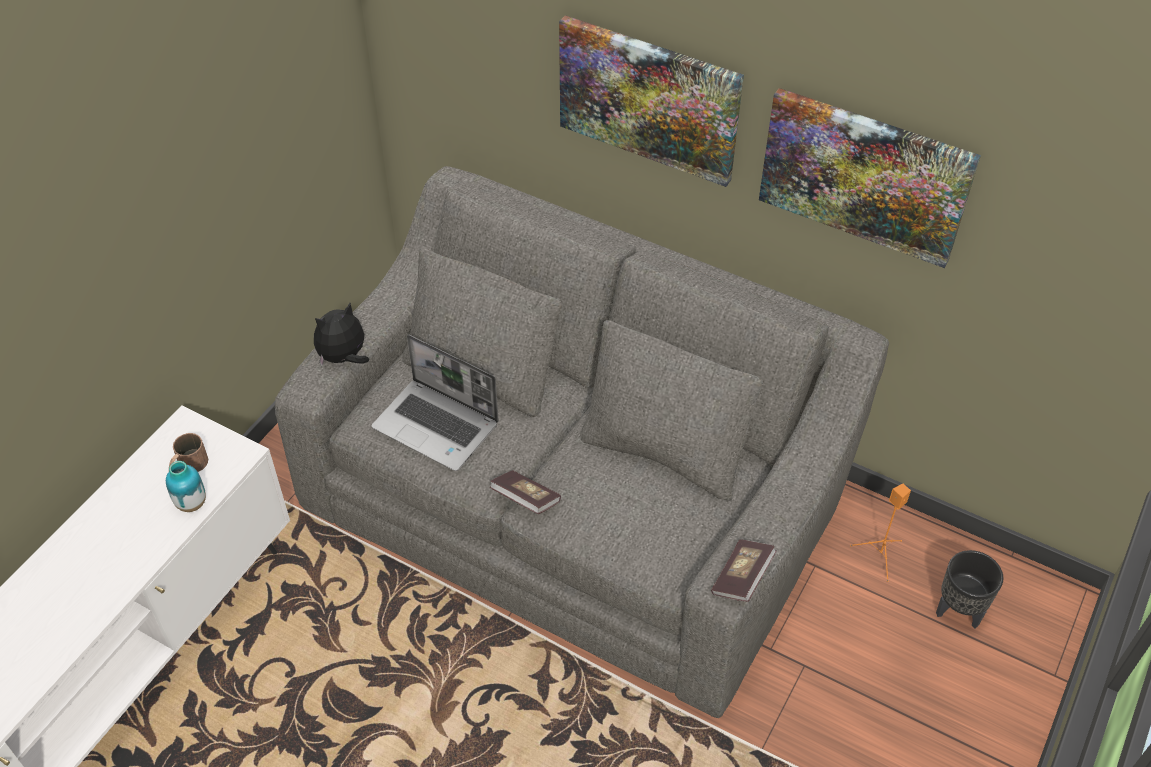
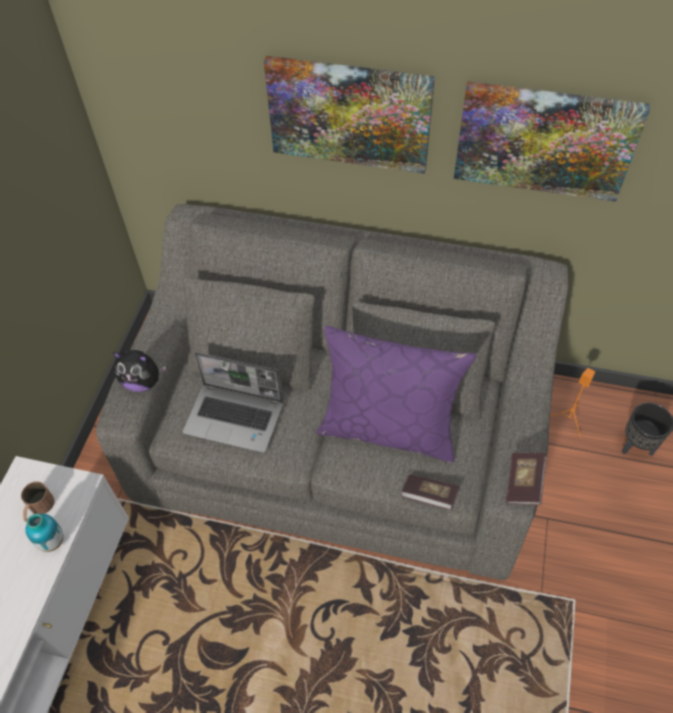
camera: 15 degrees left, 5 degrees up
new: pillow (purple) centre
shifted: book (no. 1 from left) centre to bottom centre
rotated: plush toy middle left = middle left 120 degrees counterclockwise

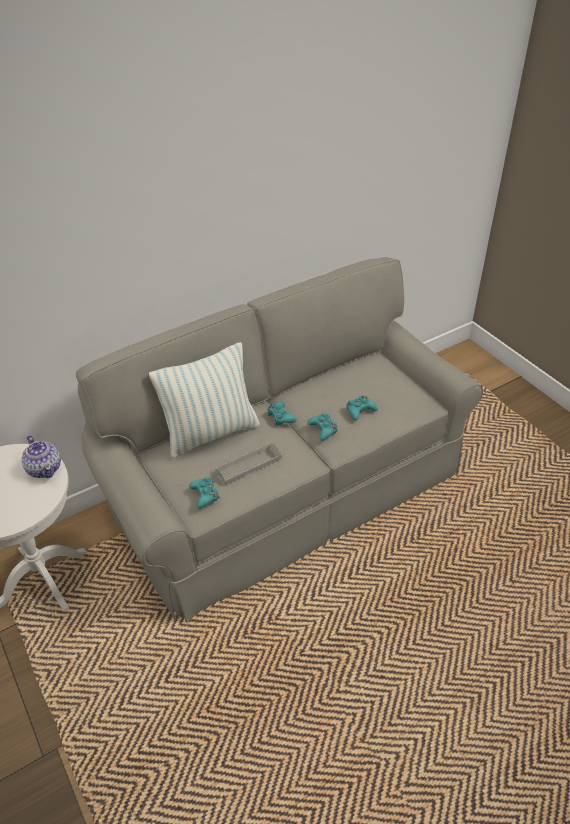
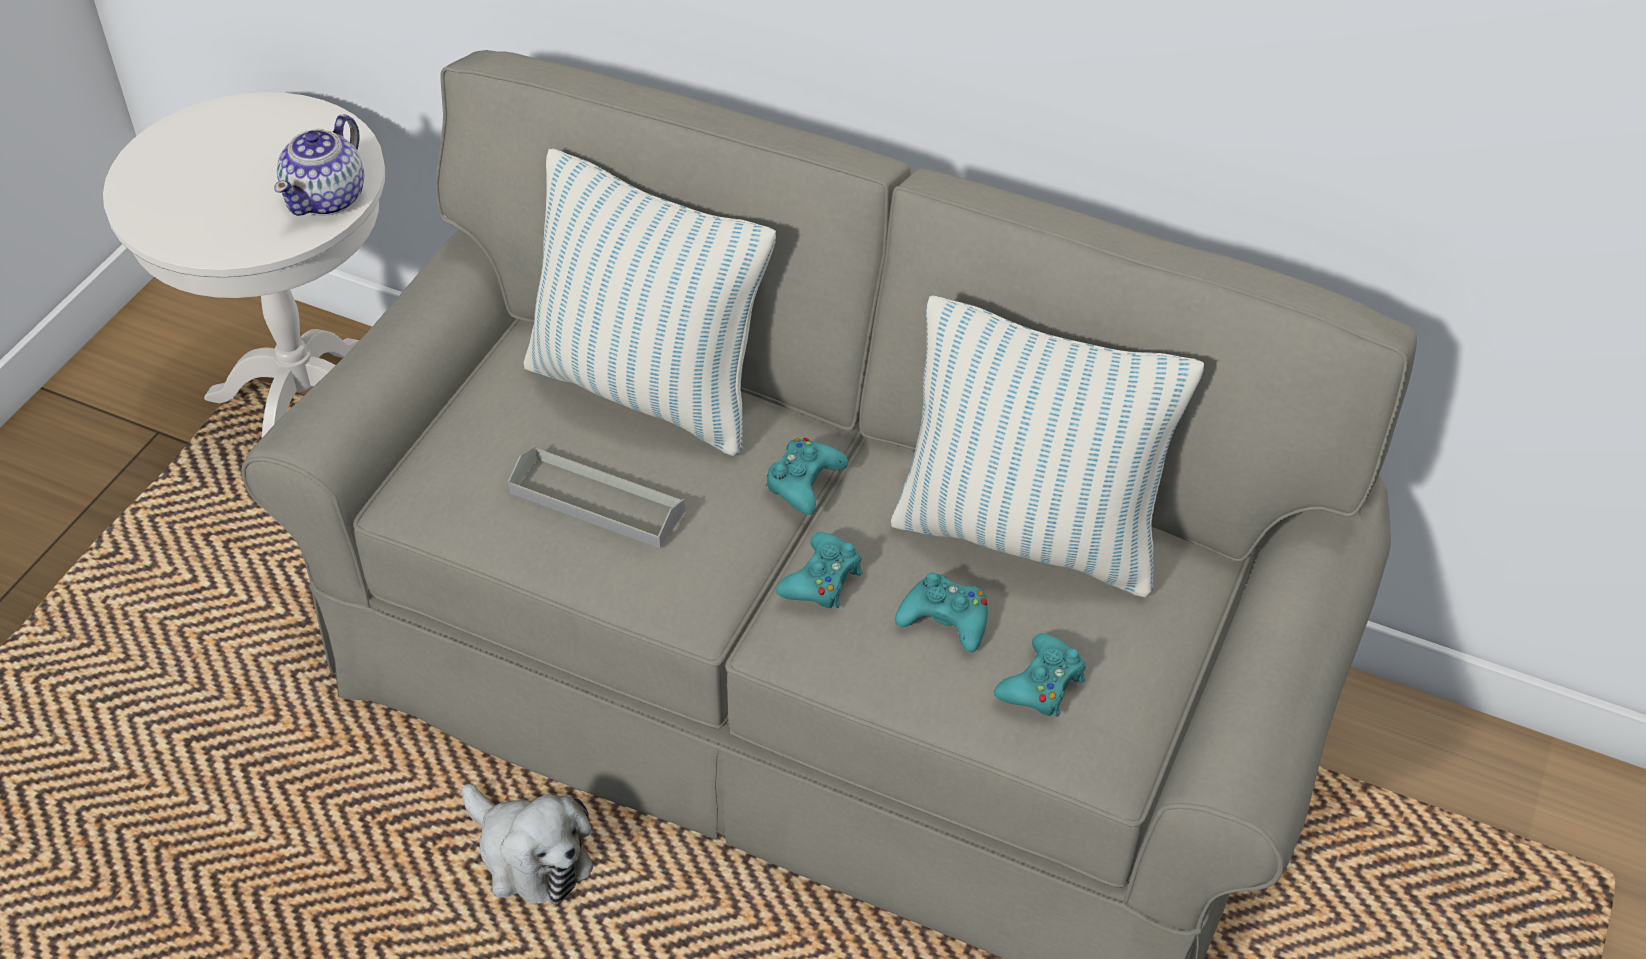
camera: 55 degrees right, 5 degrees up
new: pillow (no. 2 from left) centre; plush toy bottom left
shifted: game controller (turquoise) (no. 1 from left in the first image) centre to game controller (turquoise) (no. 4 from left) bottom centre

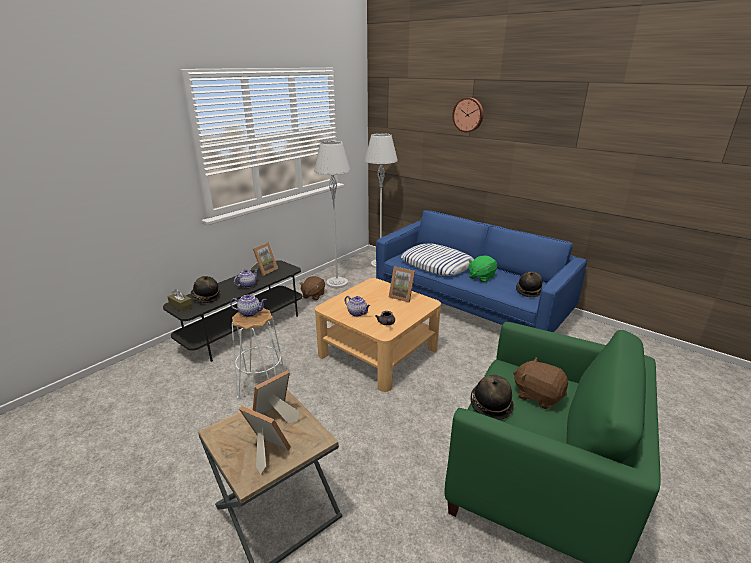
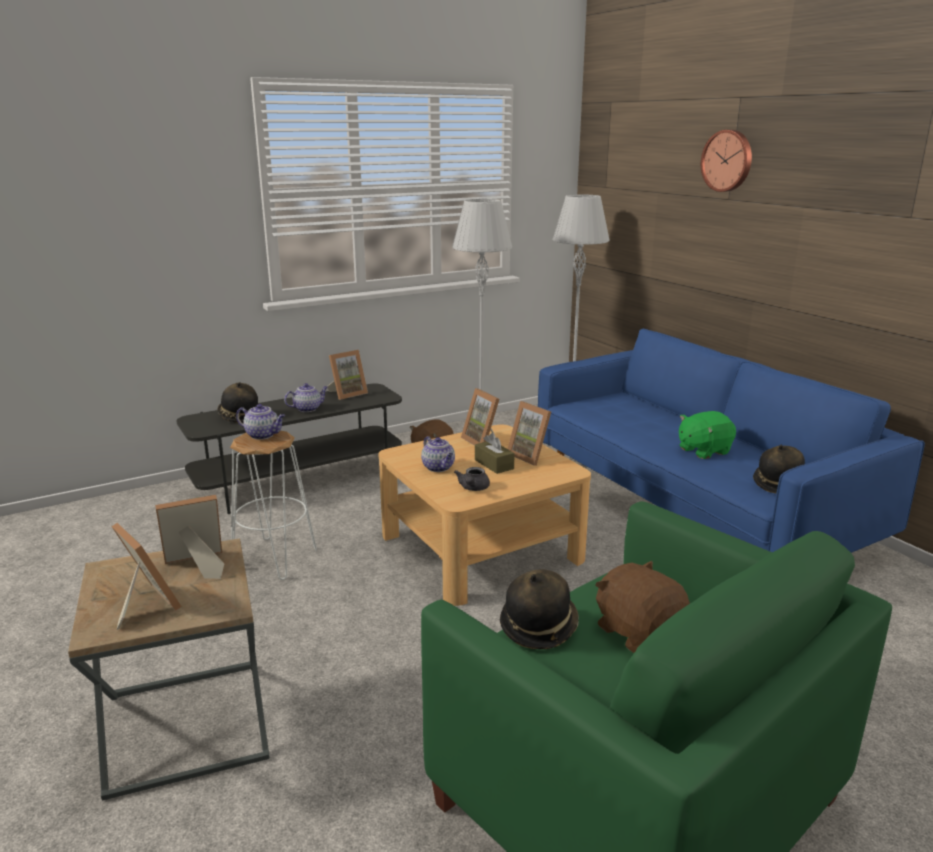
camera: 20 degrees right, 5 degrees down
gone: pillow centre
new: picture frame (no. 4 from left) centre
shifted: tissue box (brown) middle left to centre

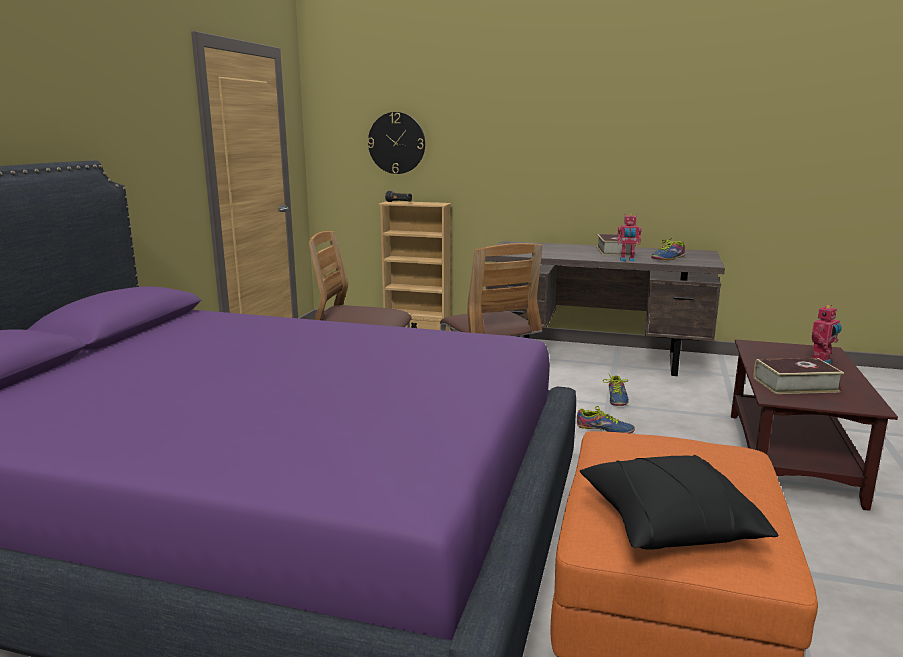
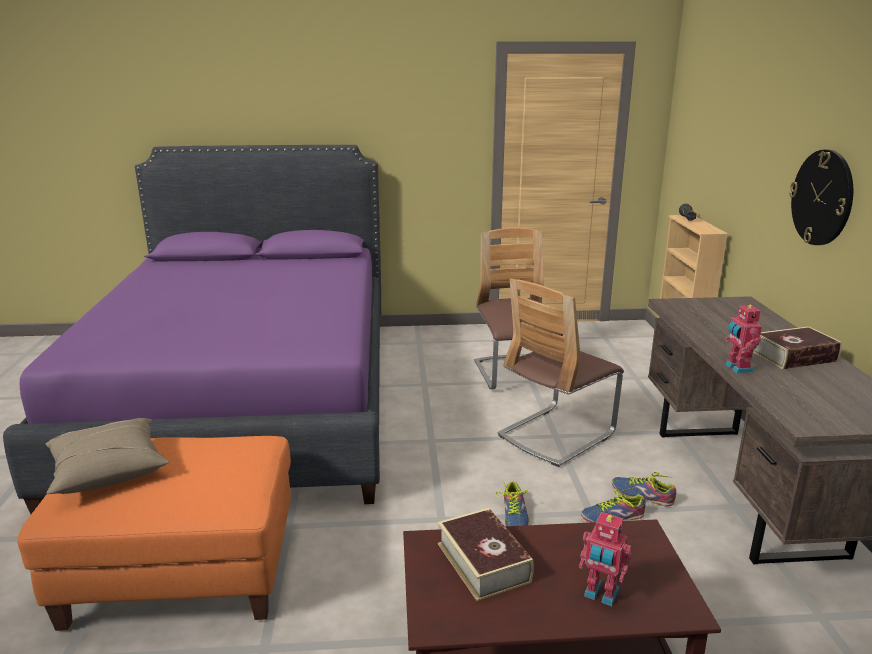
camera: 70 degrees right, 5 degrees up
shifted: wall clock top centre to top right; shoe (no. 3 from left) middle right to bottom right
repainted: pillow (black) bottom right to pillow (beige) bottom left

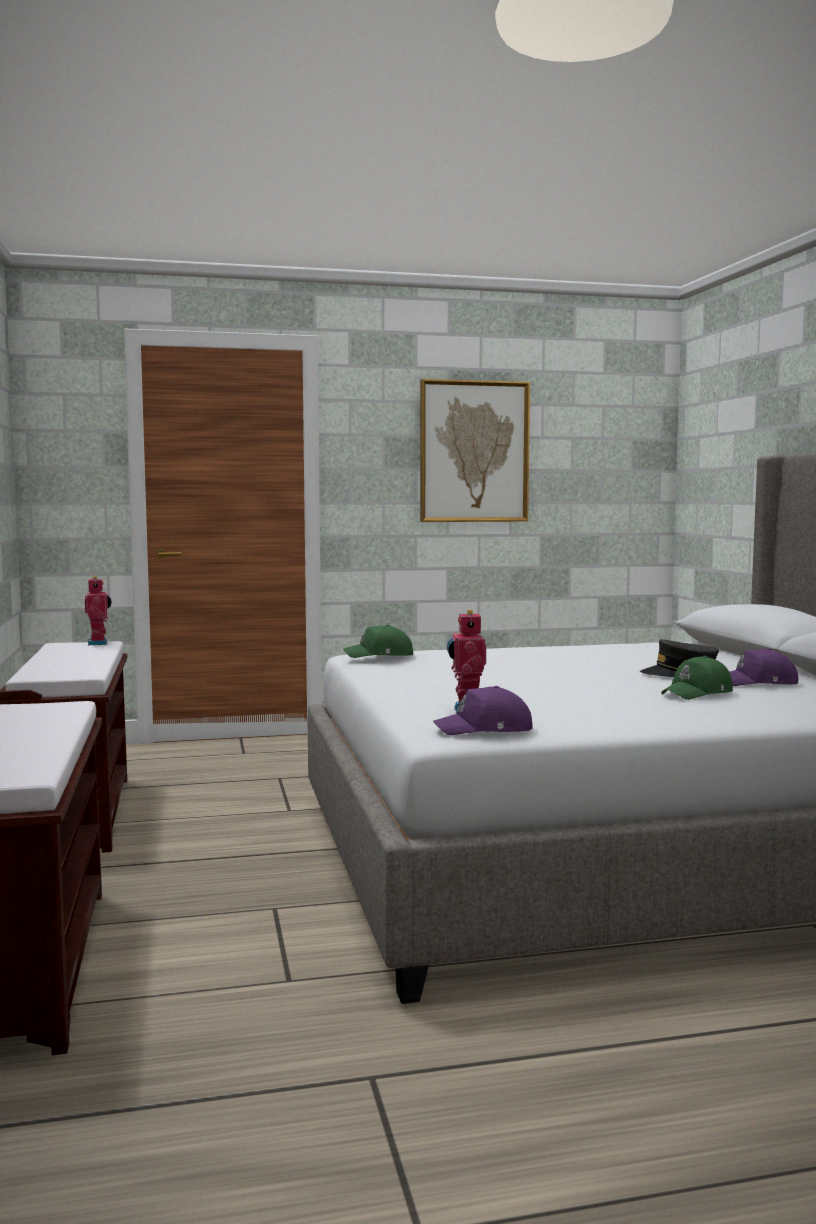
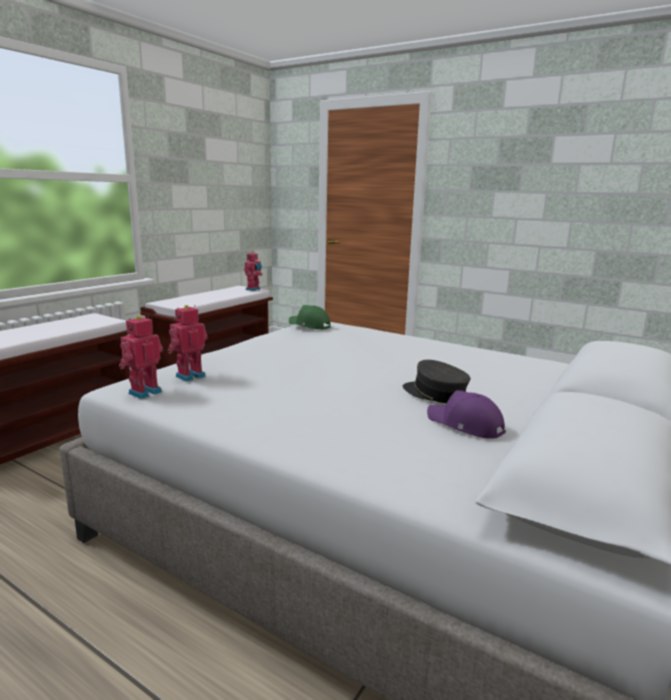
camera: 45 degrees right, 10 degrees up
gone: picture centre; cap (green) (no. 2 from left) middle right
swapped: cap (purple) (no. 1 from left) centre to toy robot (no. 1 from left) middle left

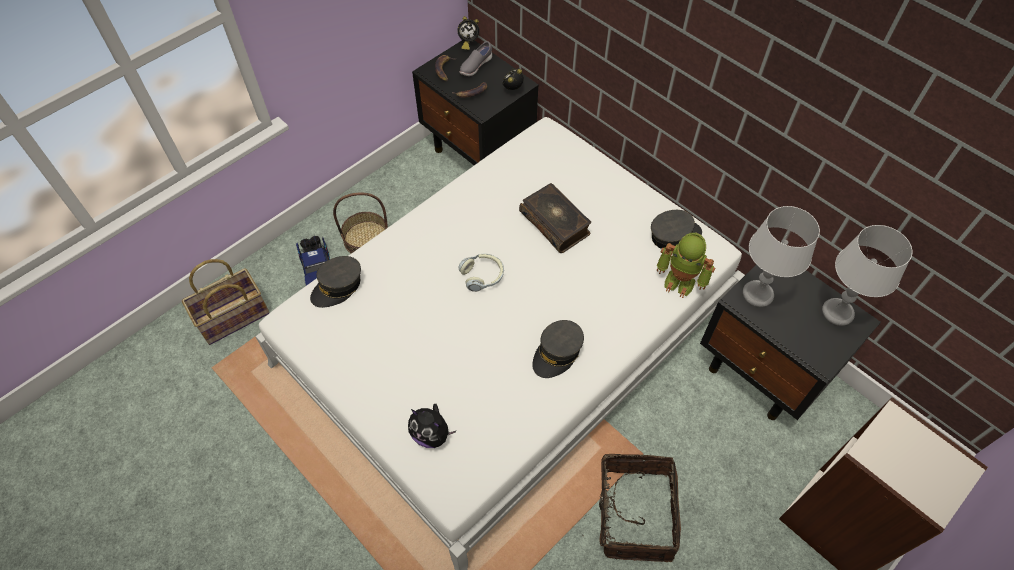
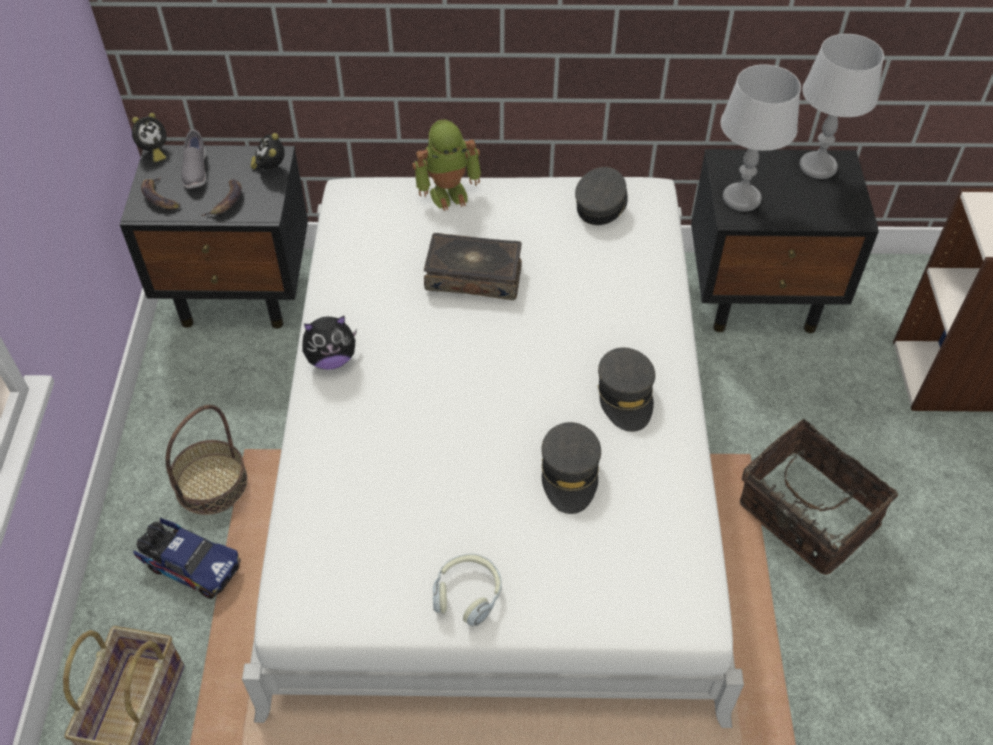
camera: 45 degrees left, 5 degrees down
shifted: toy robot middle right to top centre; headphones centre to bottom centre; cap (grey) (no. 1 from left) middle left to centre; plush toy bottom centre to middle left

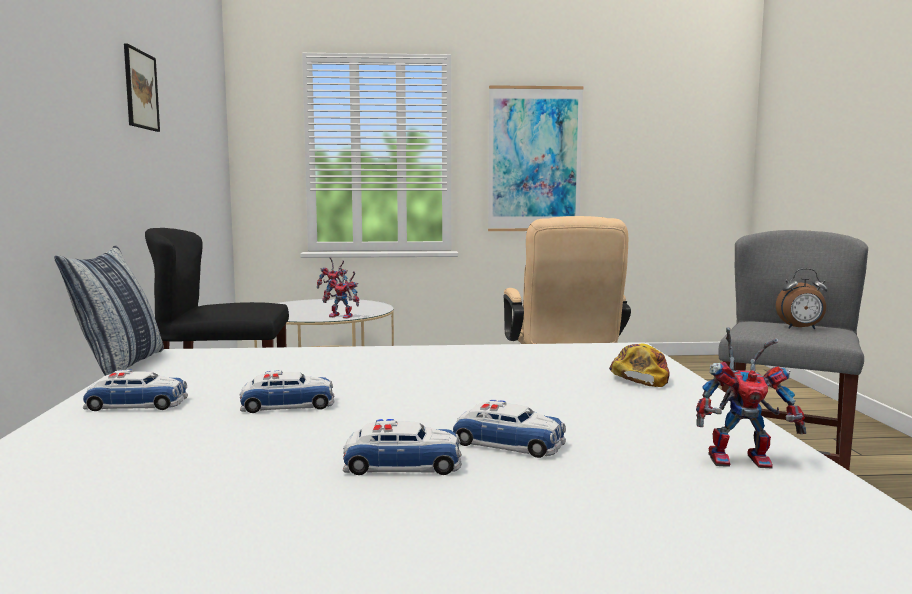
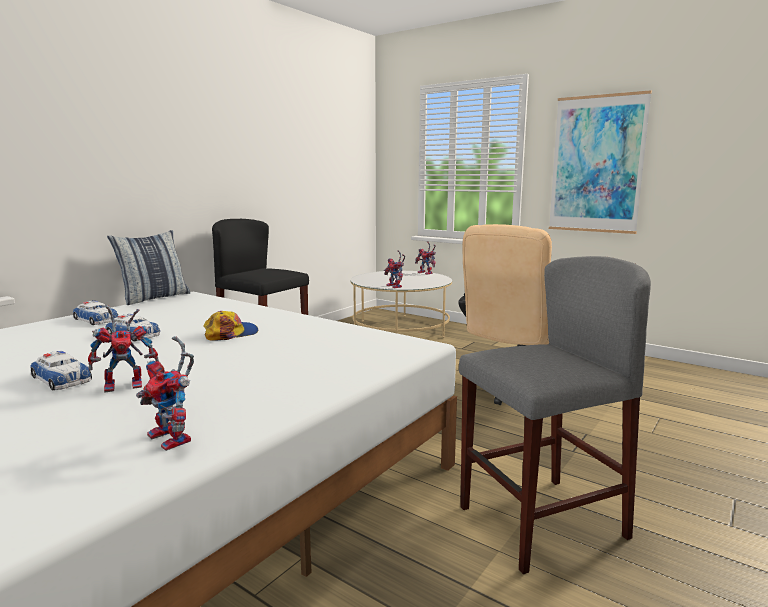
camera: 40 degrees right, 5 degrees up
gone: picture (no. 1 from left) top left; alarm clock middle right
shifted: cap middle right to middle left
swapped: toy car (no. 4 from left) bottom centre to toy robot (no. 1 from left) middle left

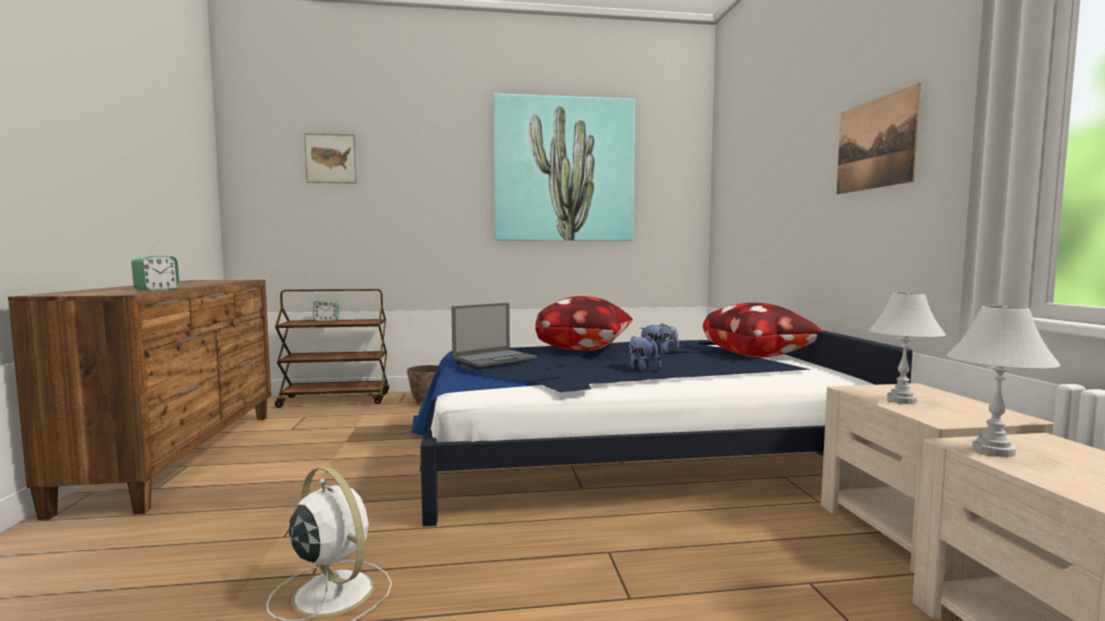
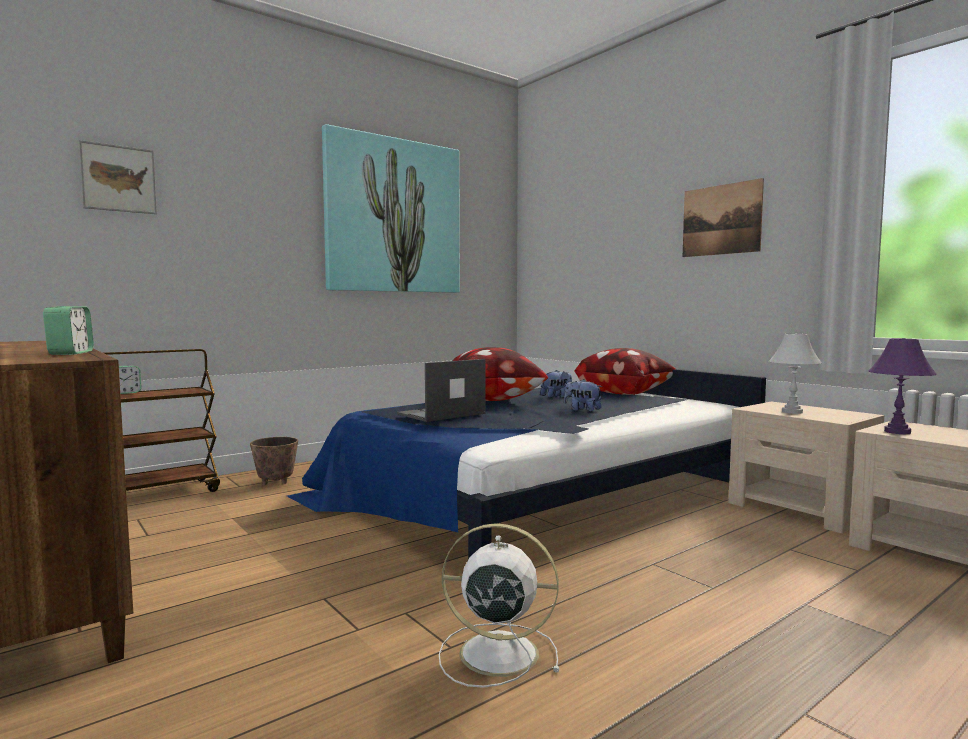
camera: 30 degrees left, 0 degrees up
repainted: table lamp (white) (no. 2 from left) middle right to table lamp (purple) middle right
rotated: laptop centre = centre 150 degrees counterclockwise

